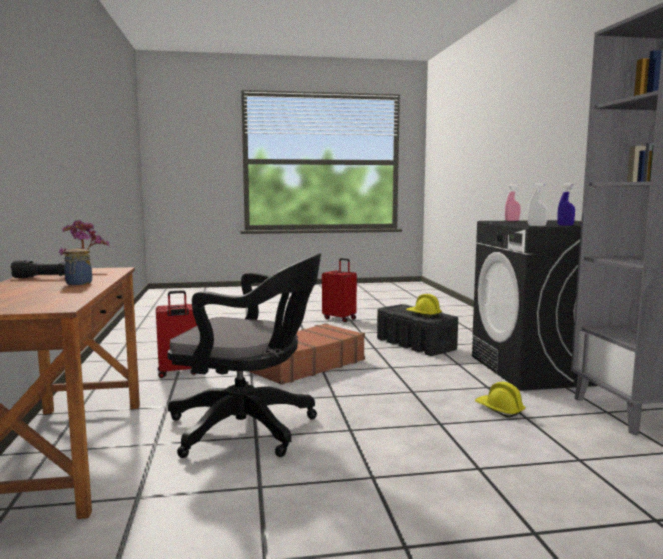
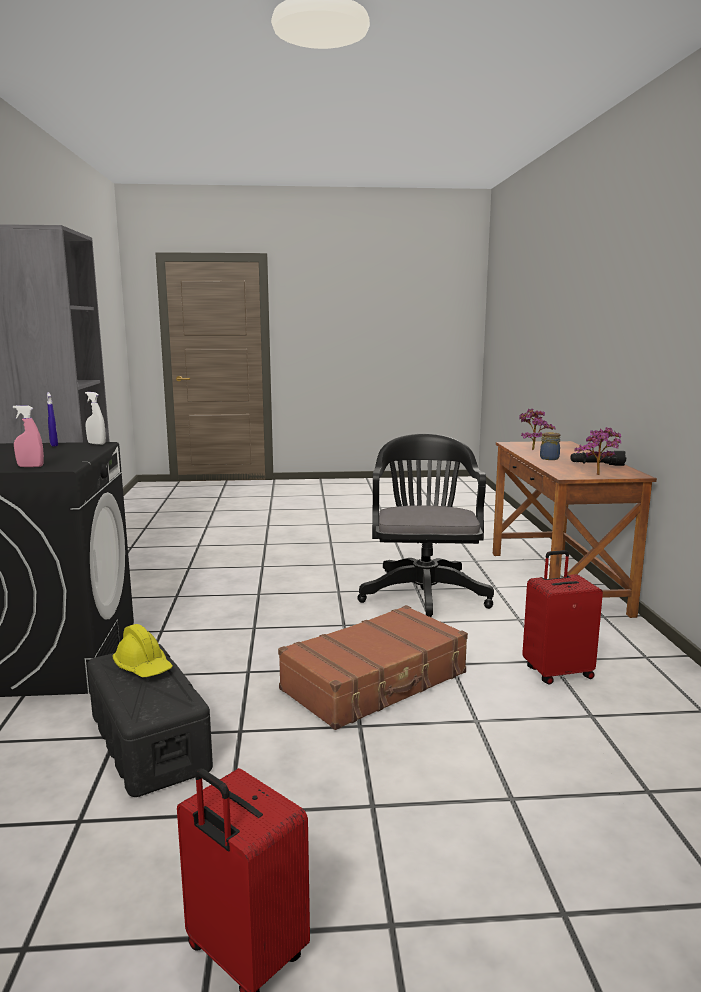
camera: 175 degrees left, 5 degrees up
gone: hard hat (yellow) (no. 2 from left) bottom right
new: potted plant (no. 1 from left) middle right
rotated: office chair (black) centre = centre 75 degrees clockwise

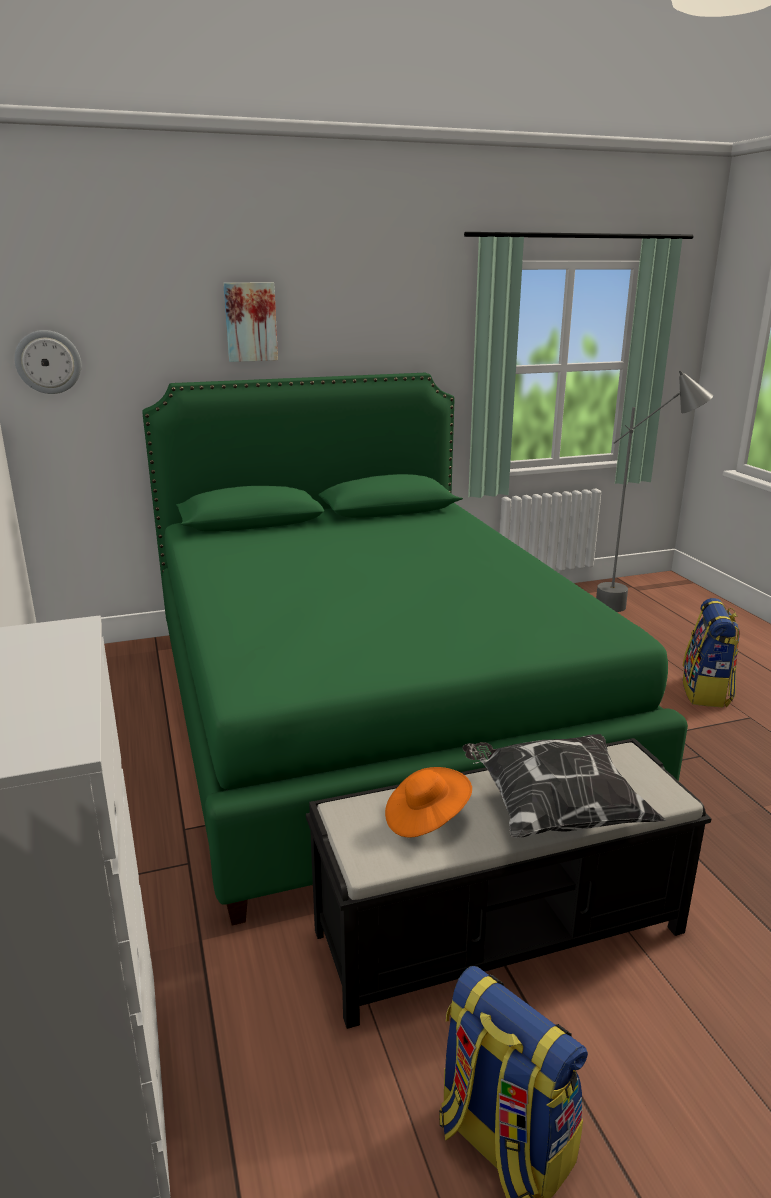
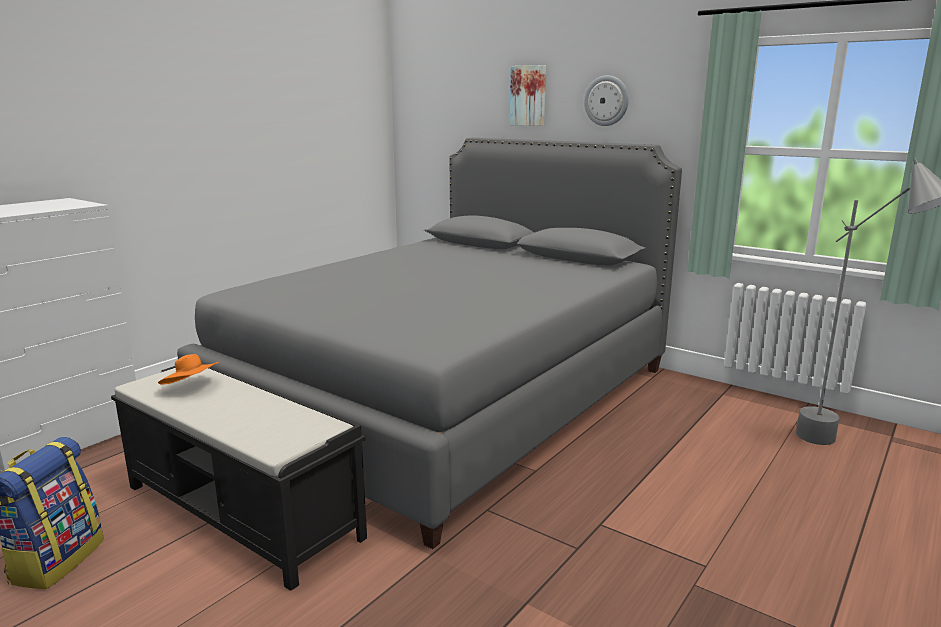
camera: 55 degrees right, 5 degrees down
gone: backpack (no. 2 from left) middle right; pillow middle right
shifted: wall clock top left to top centre
repainted: bed (green) centre to bed (grey) centre

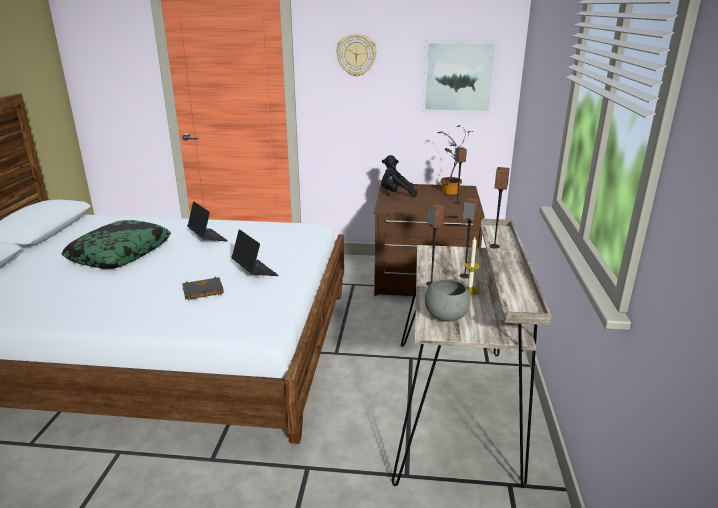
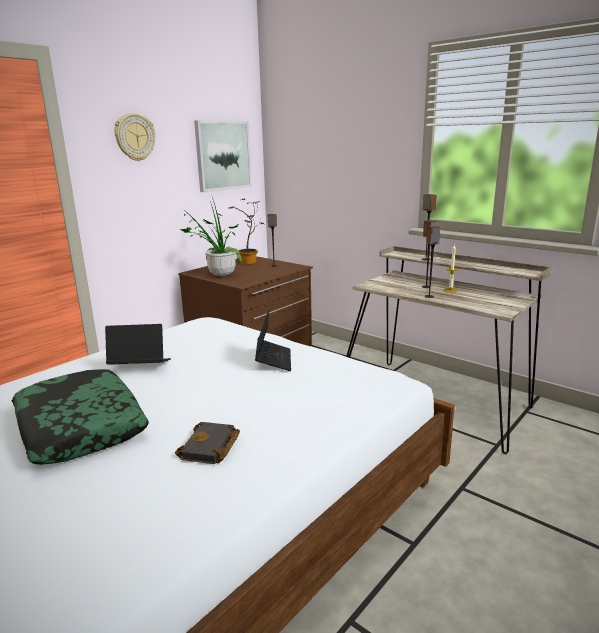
camera: 55 degrees left, 5 degrees down
gone: bowl (grey) centre
shifted: book (black) middle left to bottom centre
swapped: plush toy (black) centre to potted plant (no. 1 from left) centre
rotated: laptop (no. 2 from left) centre = centre 90 degrees clockwise

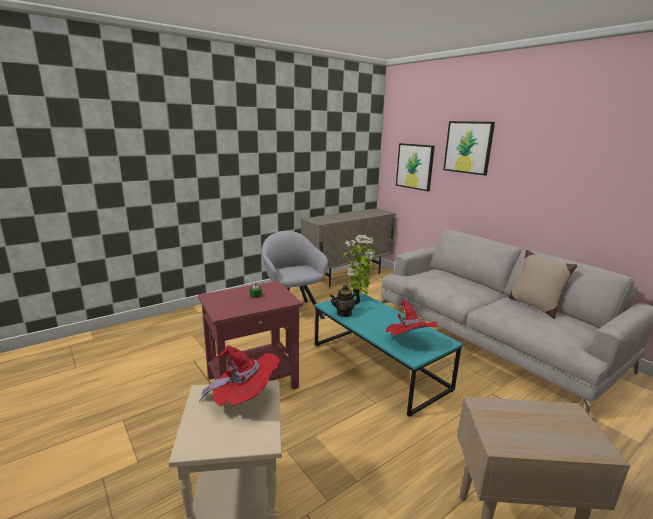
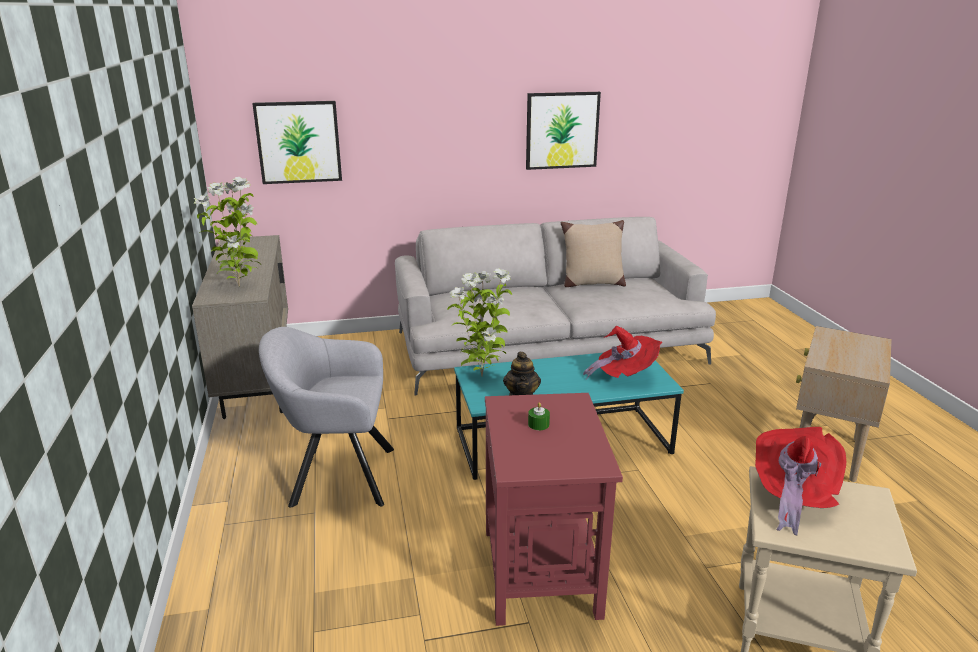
camera: 65 degrees left, 5 degrees up
new: potted plant (no. 1 from left) middle left
shifted: picture (no. 2 from left) top right to top centre

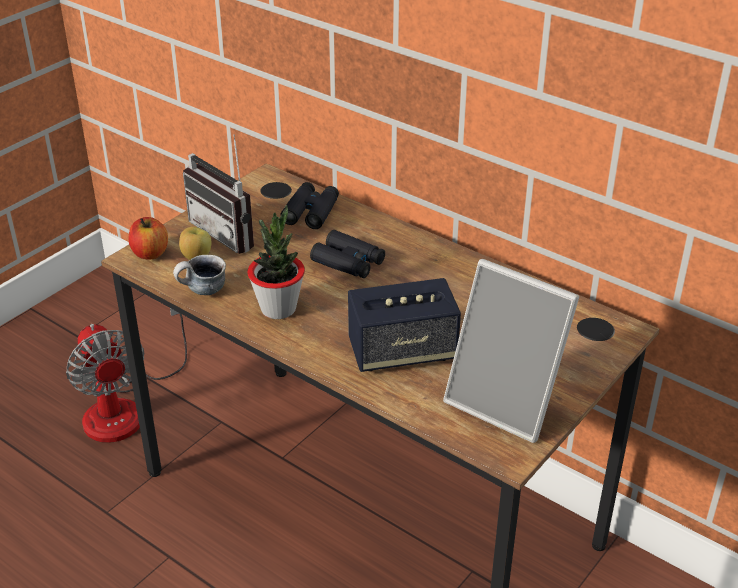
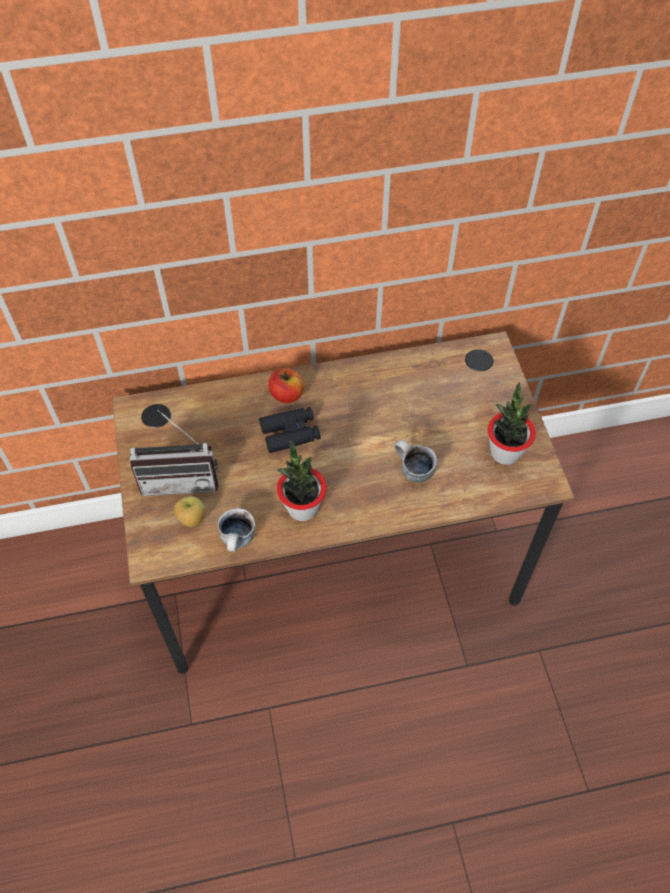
camera: 50 degrees left, 20 degrees up
gone: binoculars (black) (no. 1 from left) centre; fan middle left
shifted: apple (no. 1 from left in the first image) middle left to apple (no. 2 from left) centre
swapped: picture frame middle right to potted plant (no. 2 from left) middle right; speaker centre to mug (no. 2 from left) centre

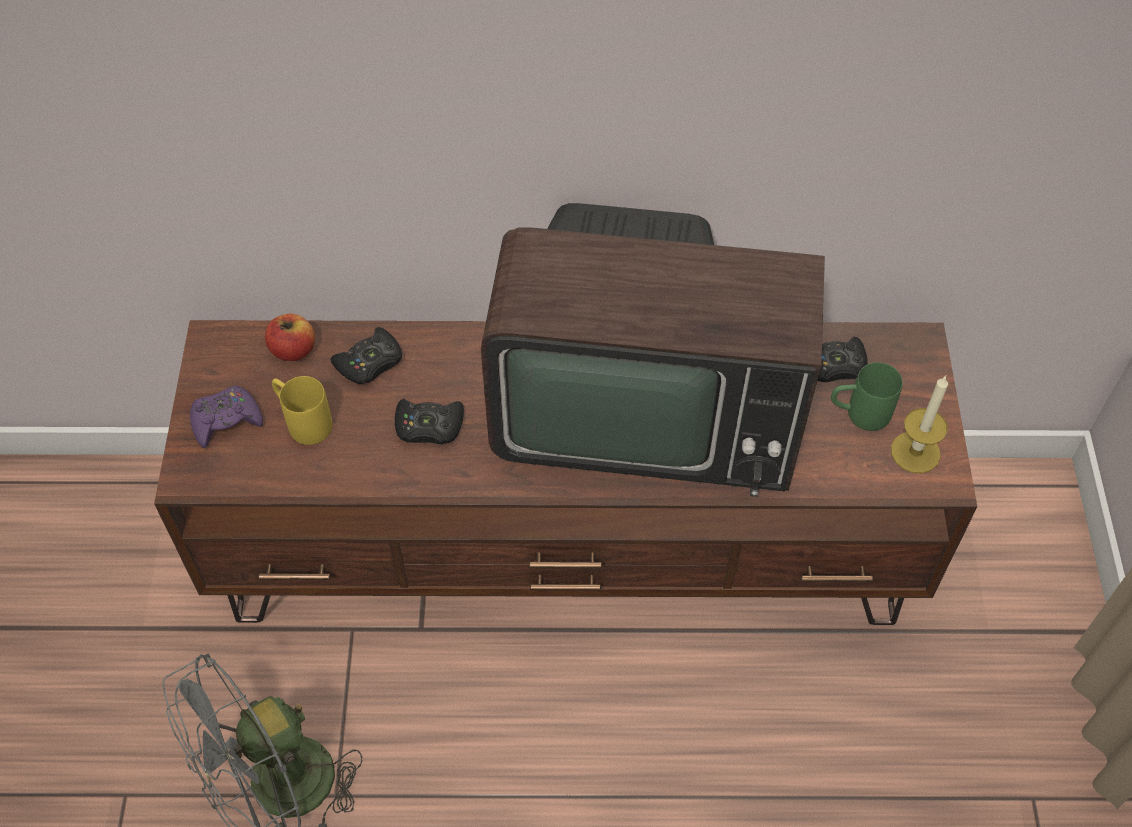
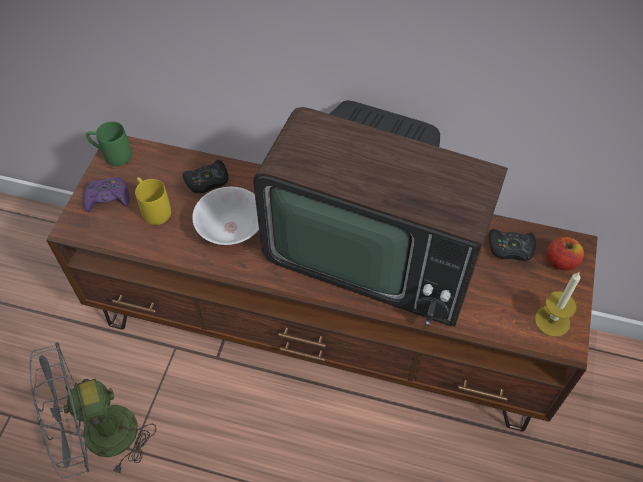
camera: 15 degrees right, 0 degrees up
shifted: apple middle left to middle right; mug (green) middle right to top left
swapped: game controller (black) (no. 2 from left) centre to bowl (white) centre

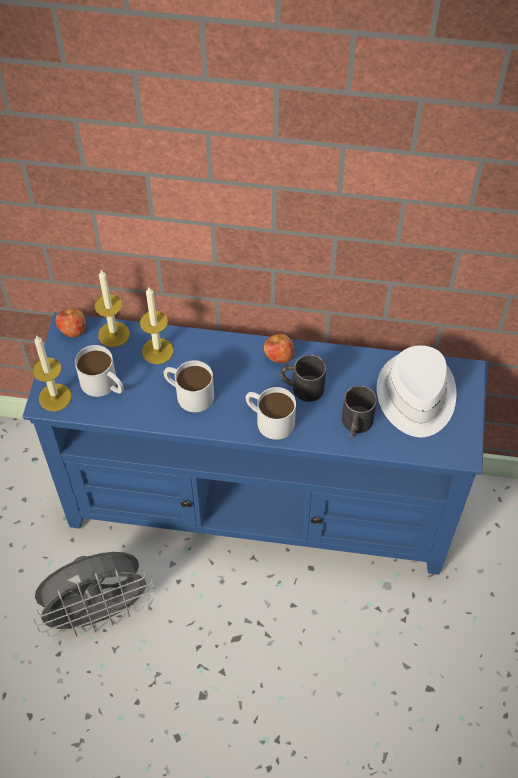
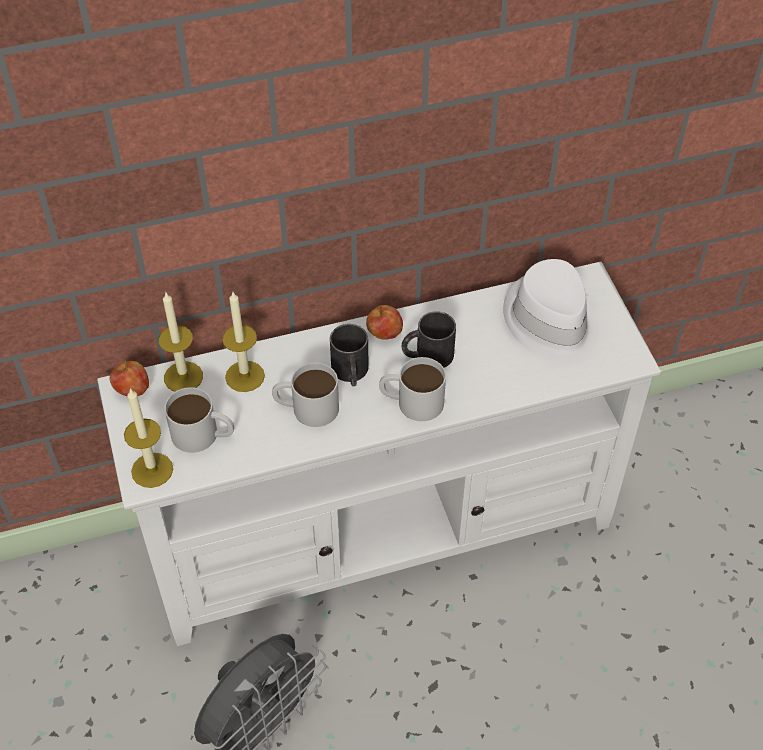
camera: 25 degrees left, 5 degrees down
shifted: mug (black) (no. 2 from left in the first image) middle right to mug (black) (no. 1 from left) centre
repainted: tv stand (blue) centre to tv stand (white) centre

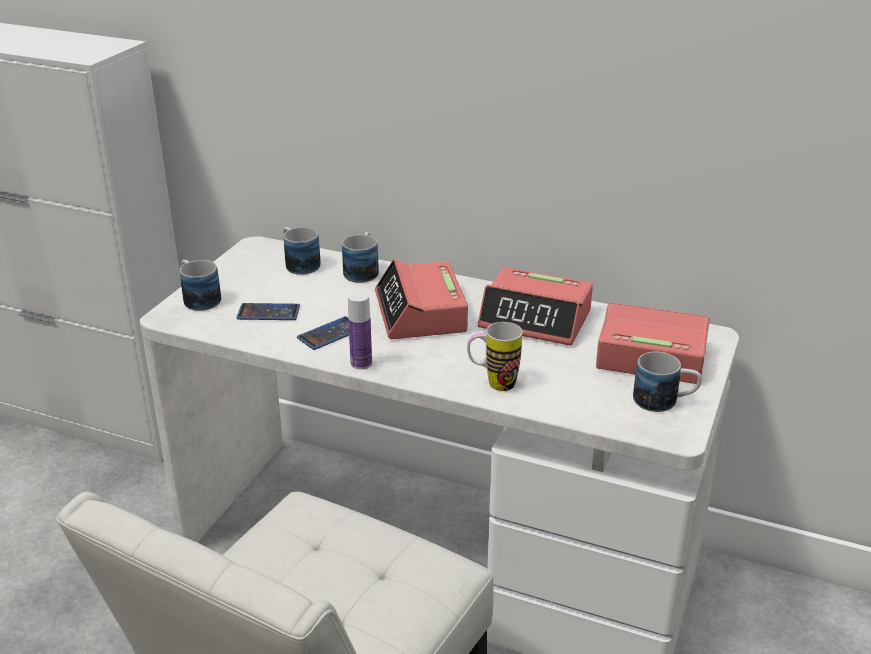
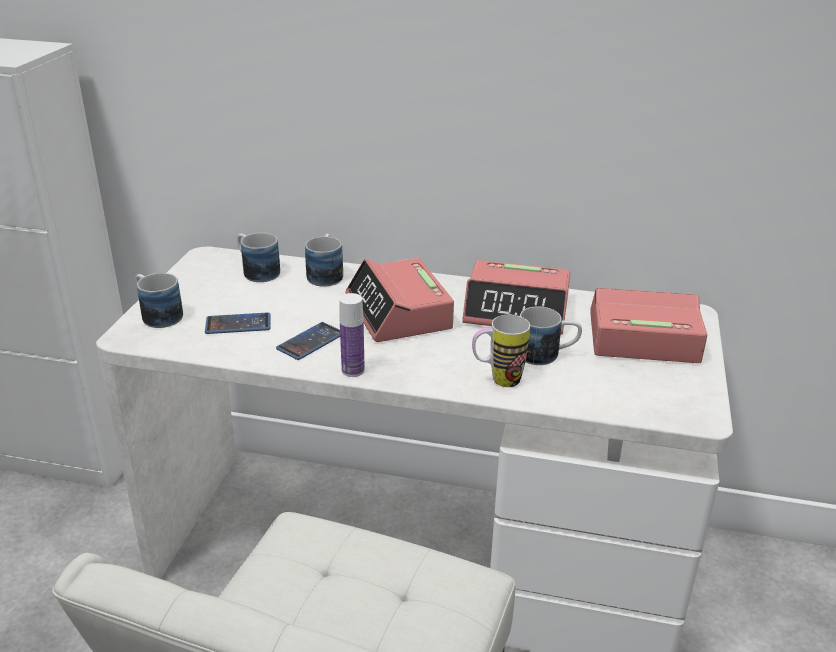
camera: 10 degrees left, 0 degrees up
shifted: mug (no. 5 from left) middle right to centre

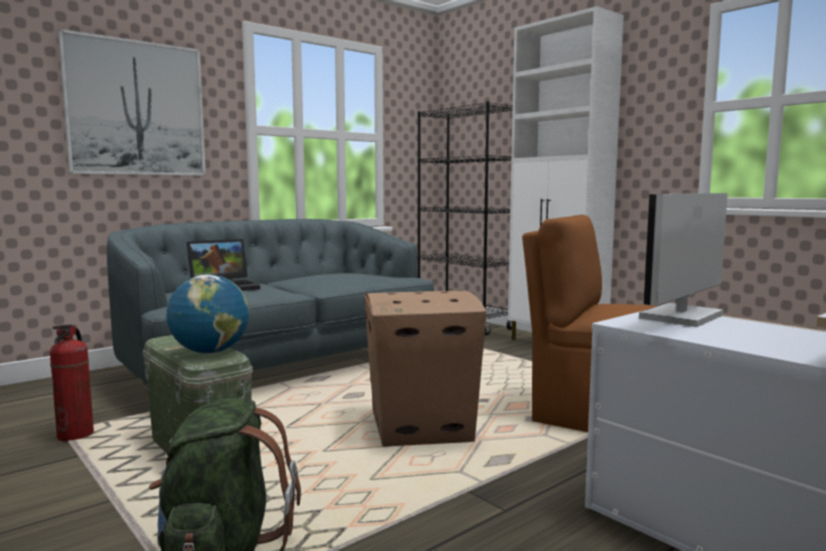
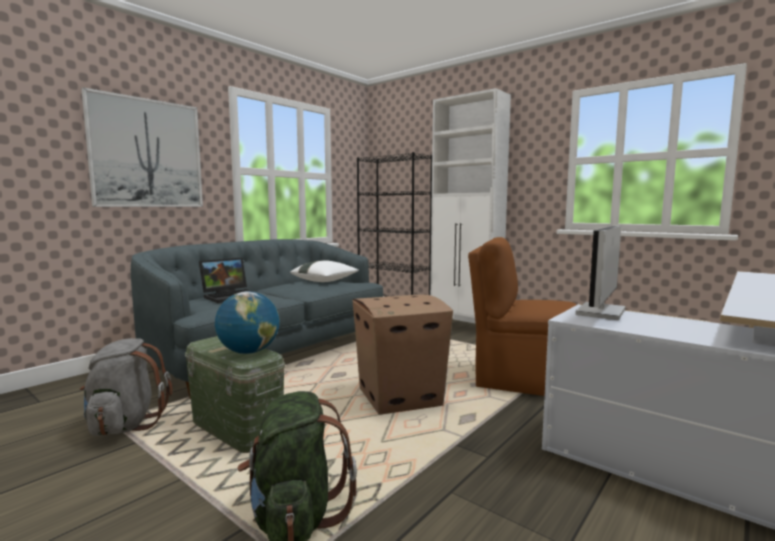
camera: 10 degrees left, 0 degrees up
new: pillow (white) centre
swapped: fire extinguisher bottom left to backpack (grey) bottom left

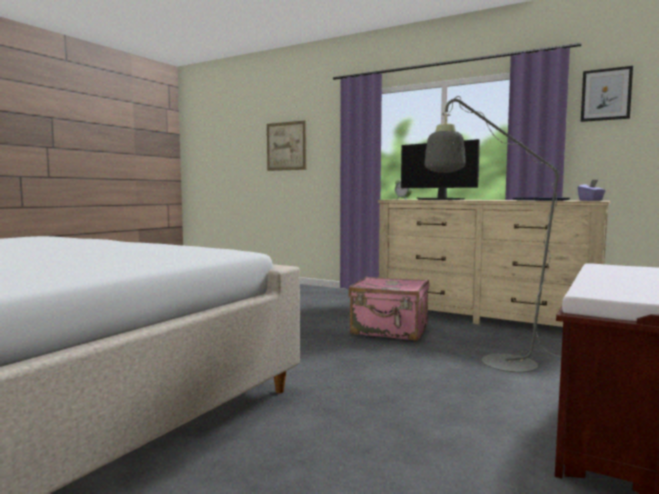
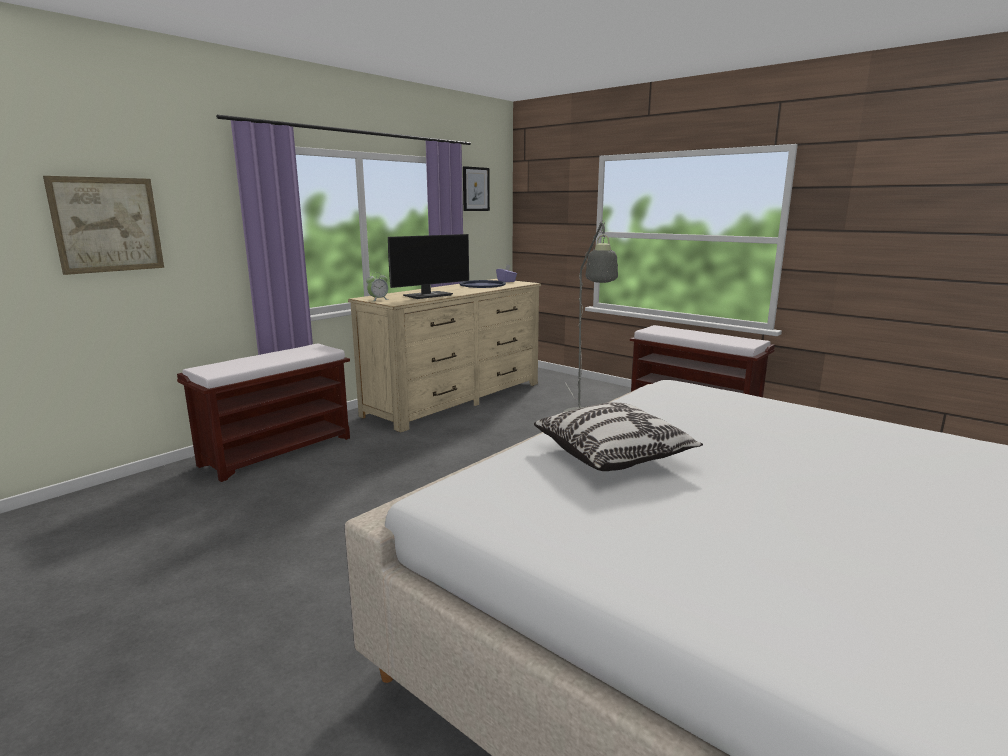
camera: 80 degrees left, 10 degrees up
gone: suitcase (pink) centre
new: bench (brown) (no. 1 from left) middle left; pillow centre

